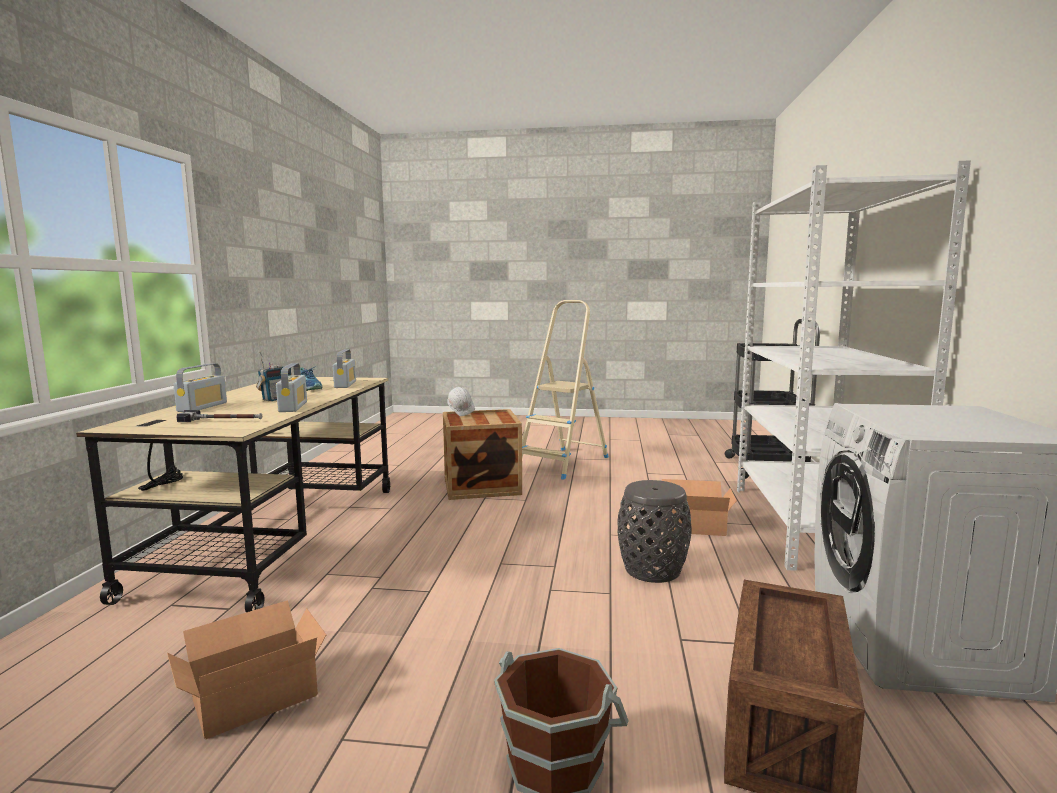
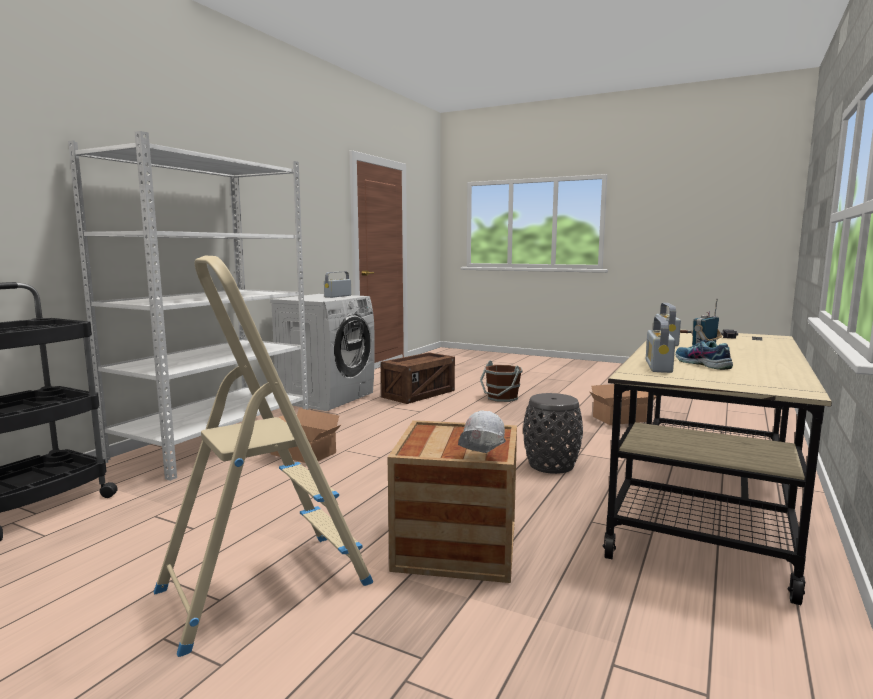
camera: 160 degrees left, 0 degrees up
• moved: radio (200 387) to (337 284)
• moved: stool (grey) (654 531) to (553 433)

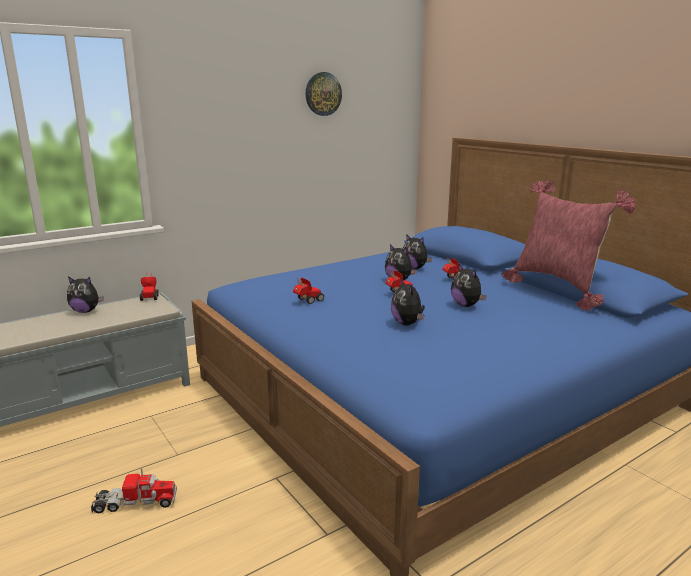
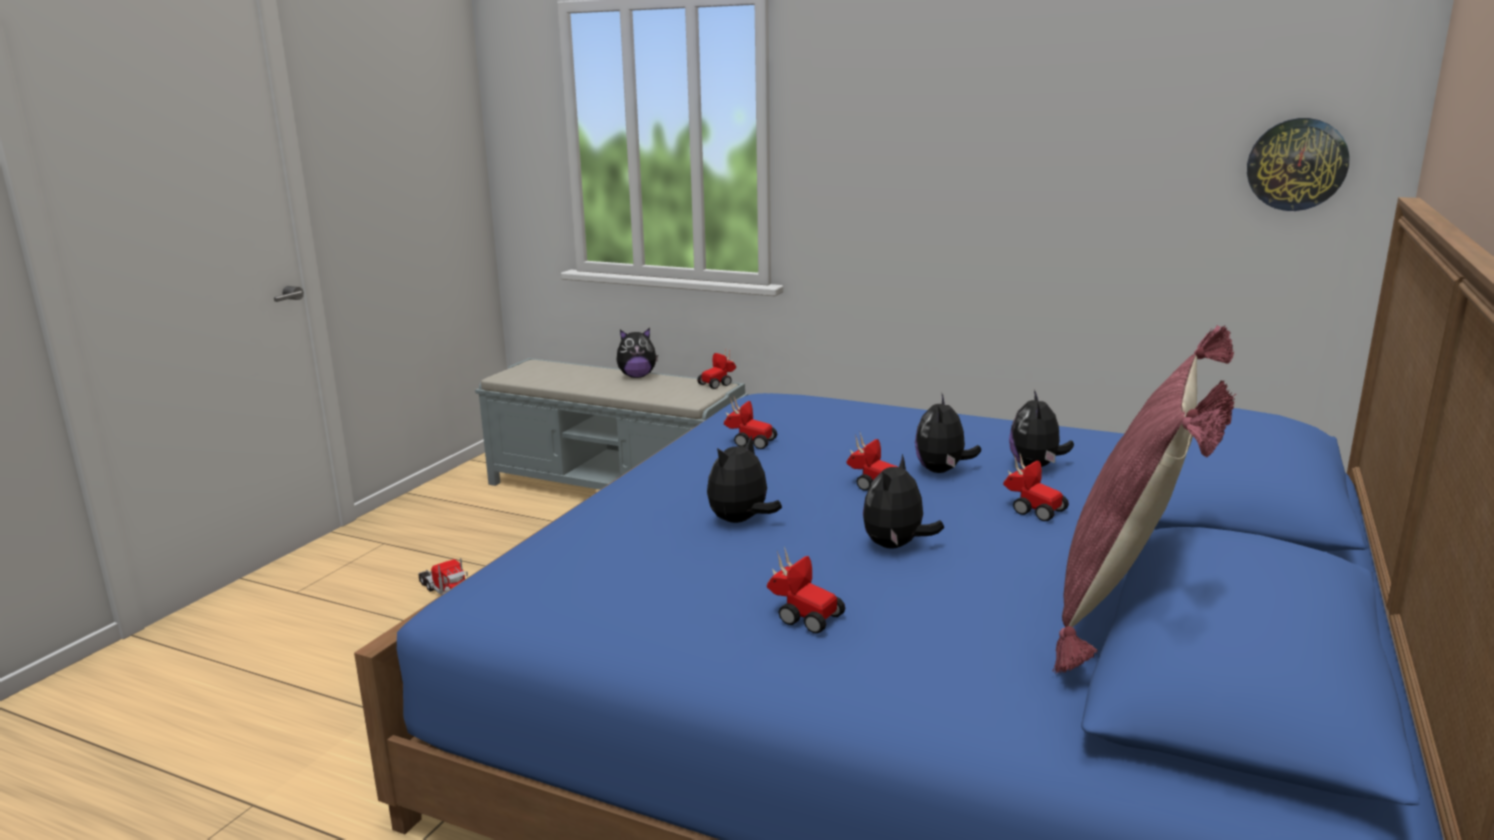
camera: 60 degrees right, 0 degrees up
• added: miniature car (806 590)
• moved: clock on the wall (324 94) to (1298 164)
• turned: soft toy (85 295) = (637 353) 75 degrees counterclockwise

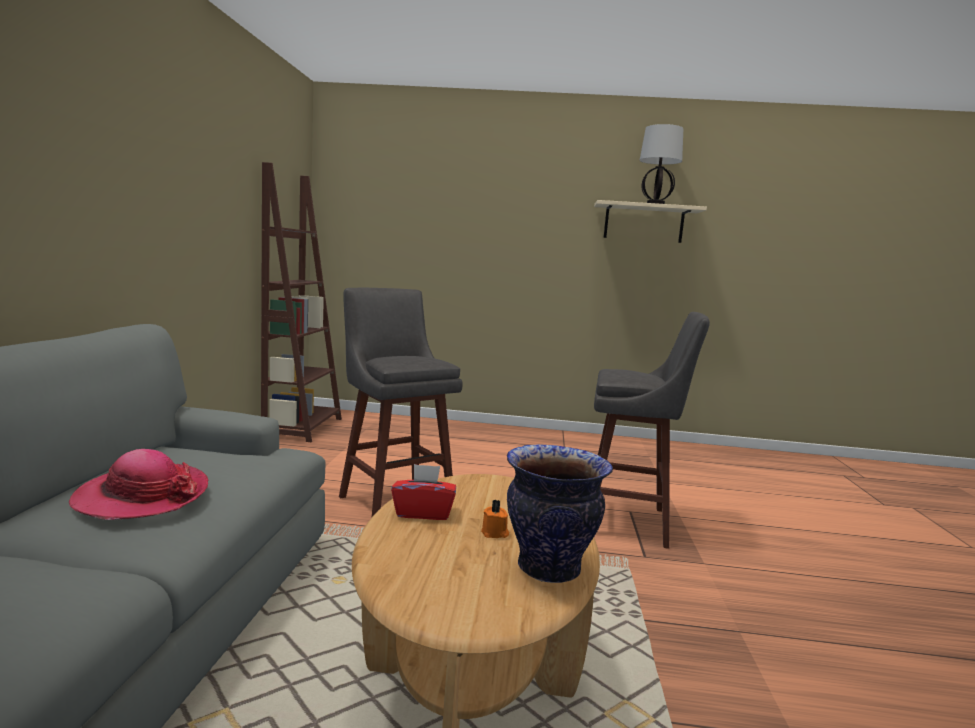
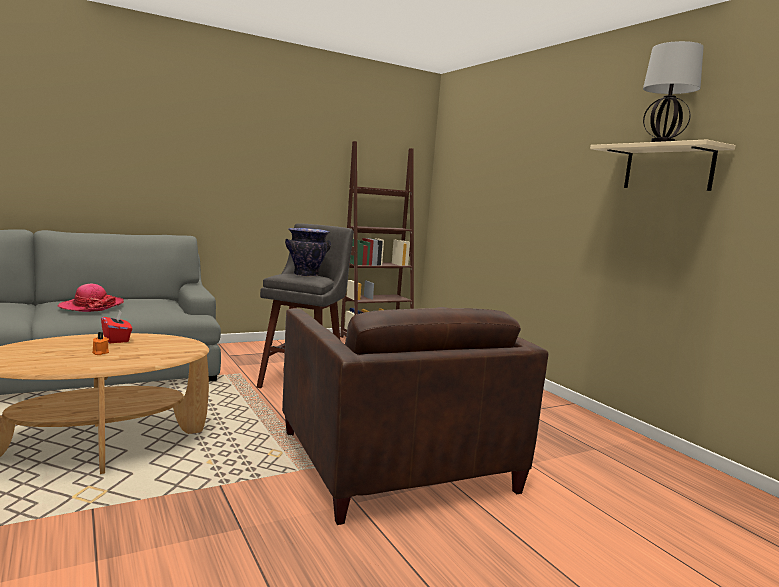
camera: 55 degrees right, 0 degrees up
• moved: vase (560 513) to (308 252)
• replaced: stool (grey) (652 430) to easy chair (brown) (415 416)

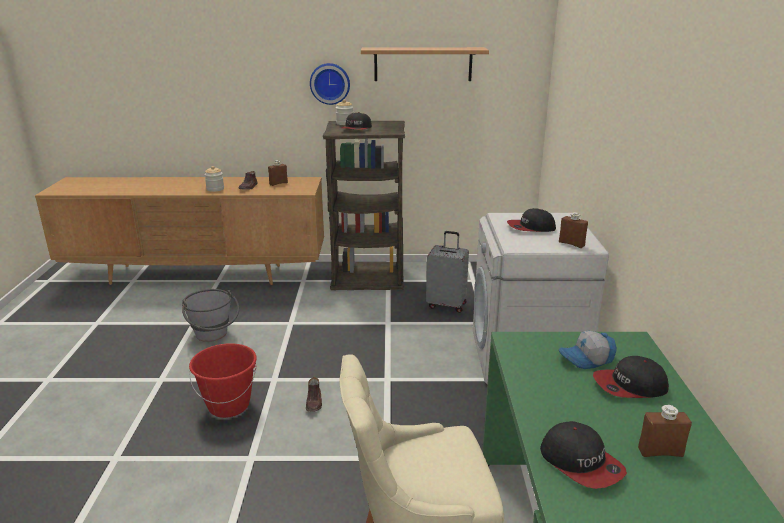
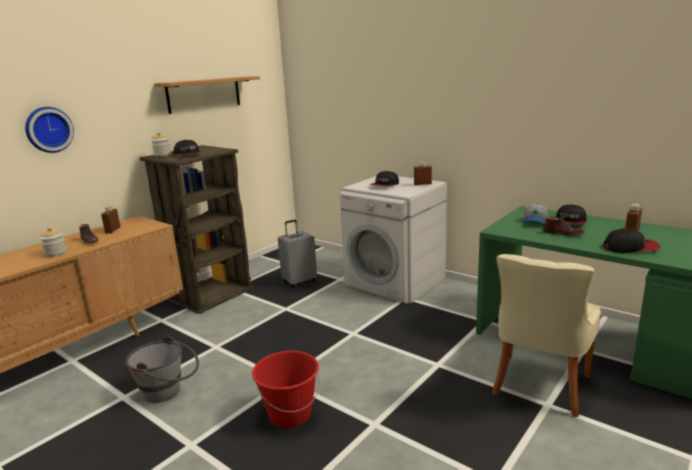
camera: 50 degrees left, 5 degrees down
• moved: low shoe (brown) (314 394) to (564 226)
• moved: clock on the wall (330 84) to (49 130)

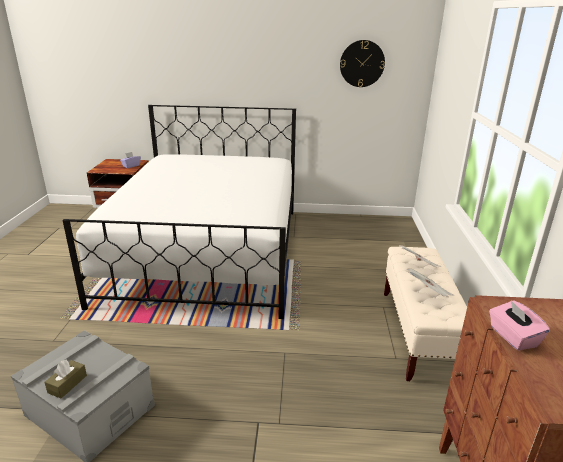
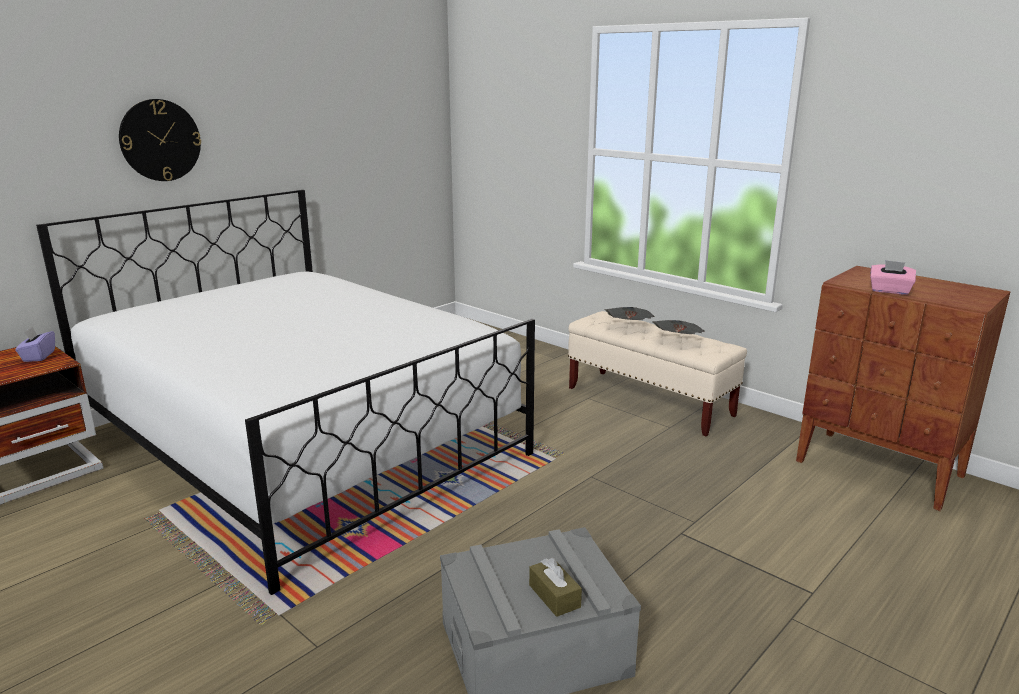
camera: 50 degrees left, 5 degrees down
• moved: clock on the wall (362 63) to (160 140)

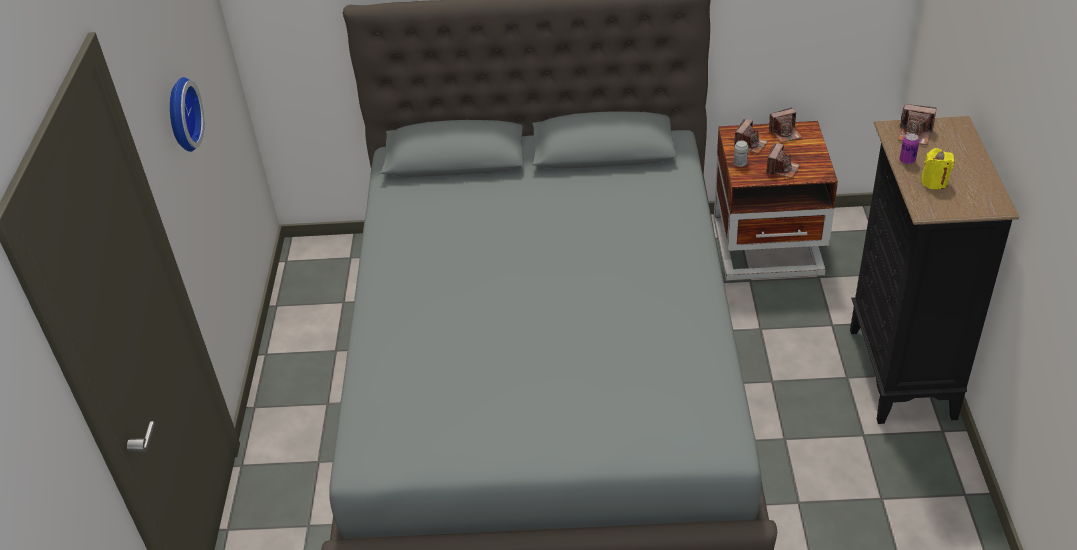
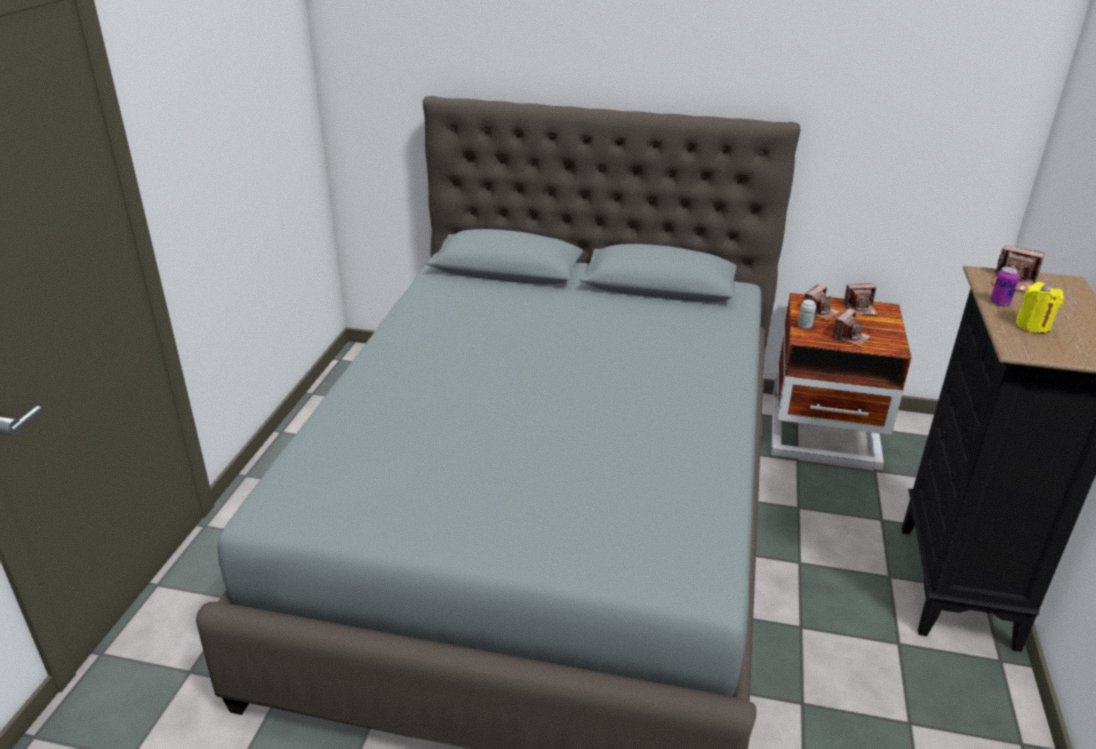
camera: 10 degrees right, 10 degrees down
• removed: clock on the wall (187 114)

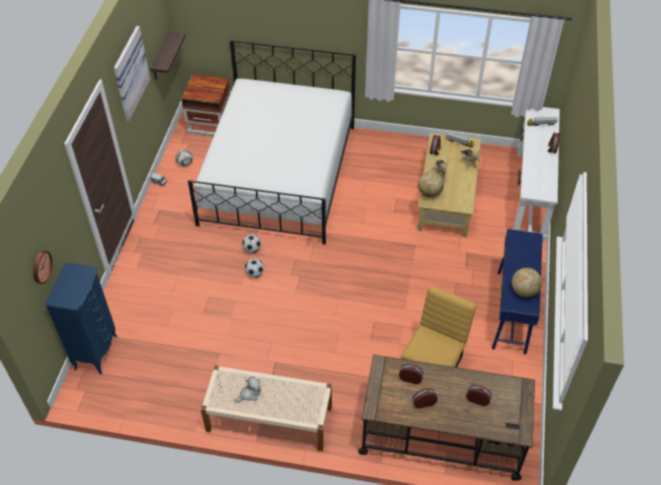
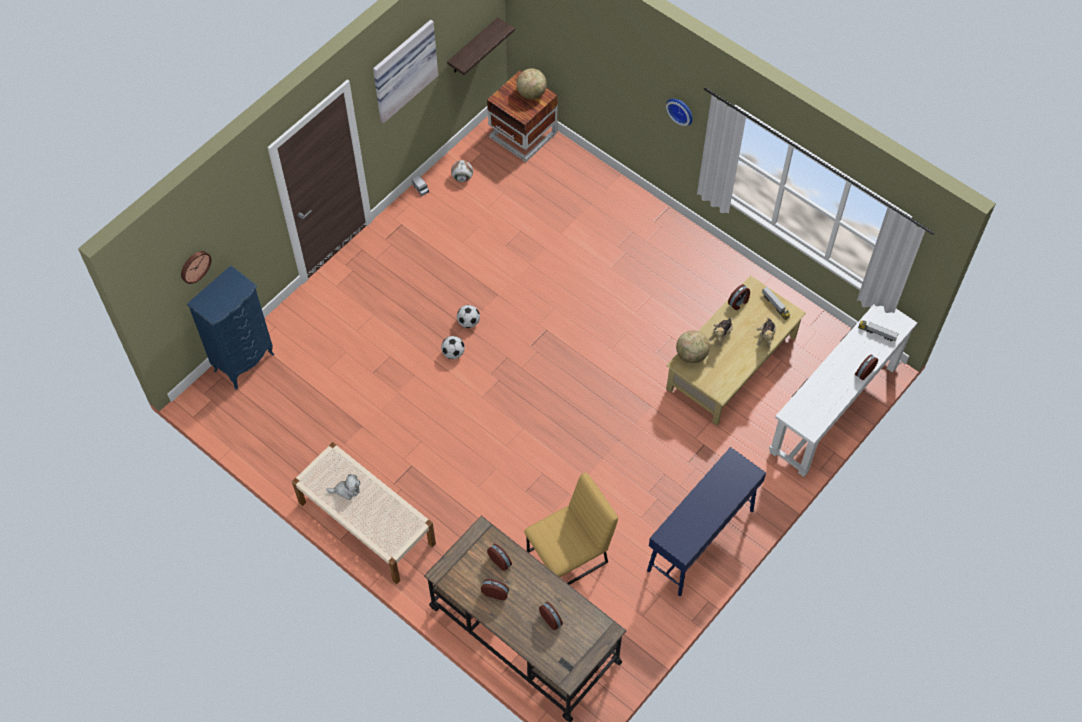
camera: 30 degrees right, 10 degrees up
• removed: bedroom bed (white-coloured) (272 142)
• added: clock on the wall (679 112)
• moved: globe (527 282) to (531 83)

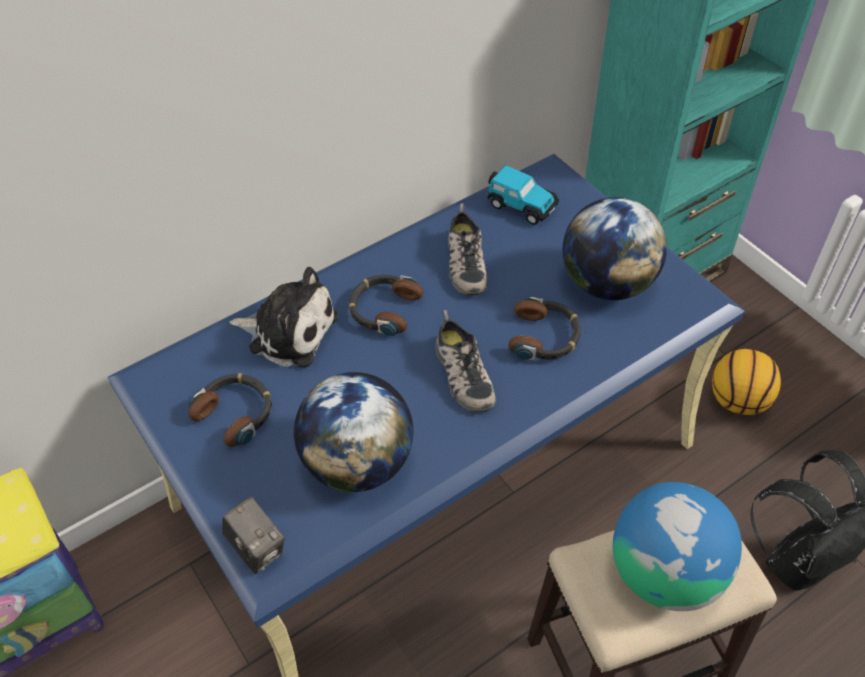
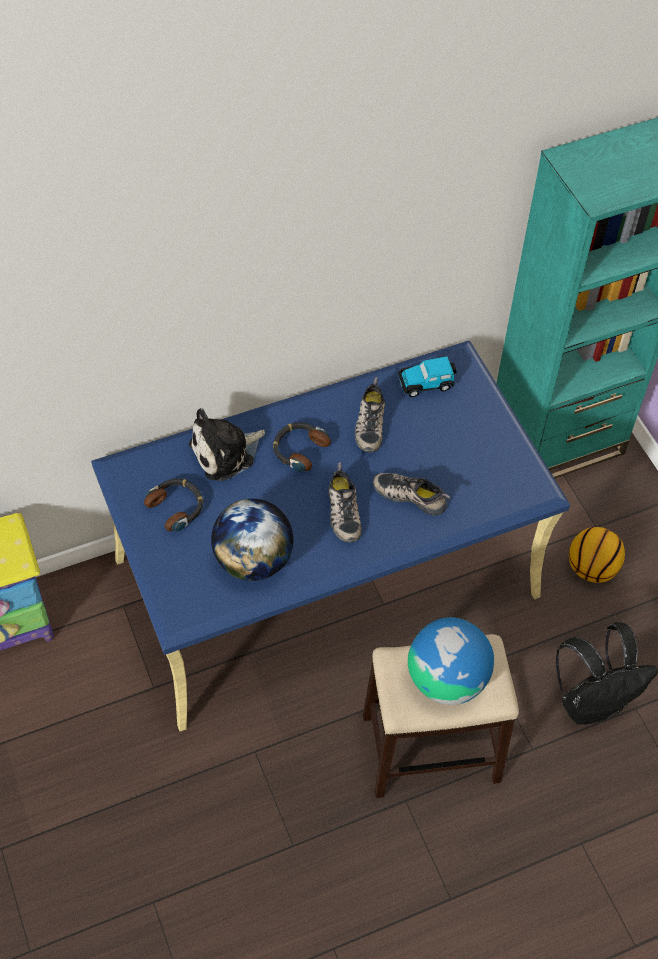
camera: 10 degrees right, 5 degrees up
• removed: still camera (253 535)
• removed: globe (614 248)
• replaced: headphones (544 329) to low shoe (411 494)
• turned: soft toy (283 317) = (227 444) 120 degrees clockwise
• turned: miniature car (523 195) = (427 376) 120 degrees clockwise

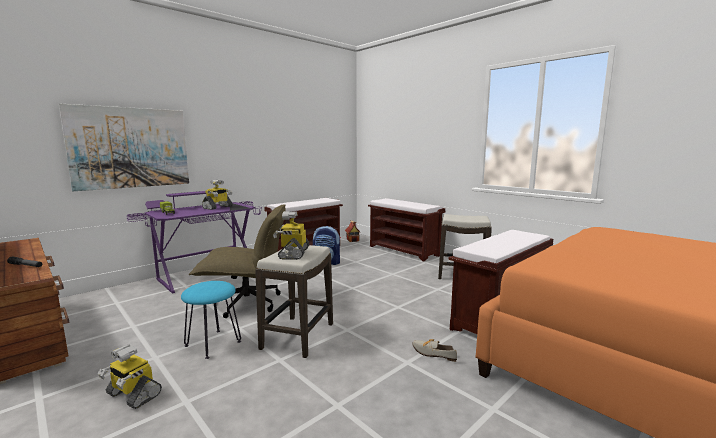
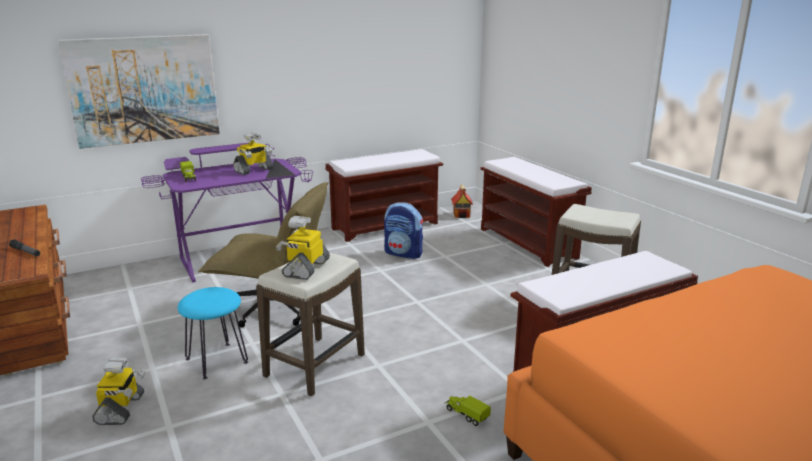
camera: 15 degrees right, 10 degrees up
• replaced: low shoe (434 350) to toy truck (468 411)
• turned: model robot (130 377) = (118 391) 135 degrees counterclockwise

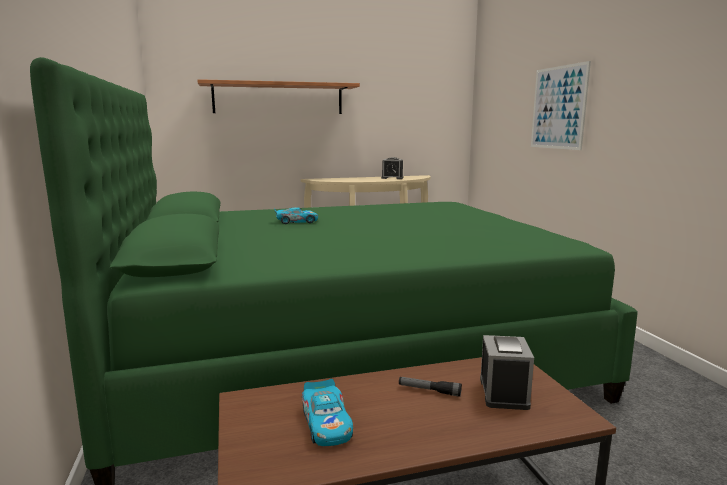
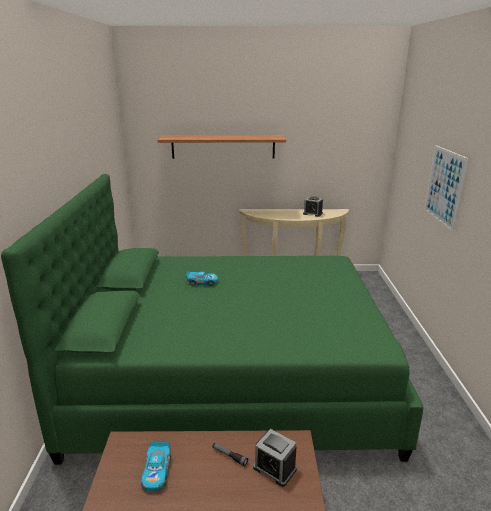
camera: 15 degrees right, 10 degrees up
• turned: alarm clock (507 372) = (275 458) 105 degrees clockwise

